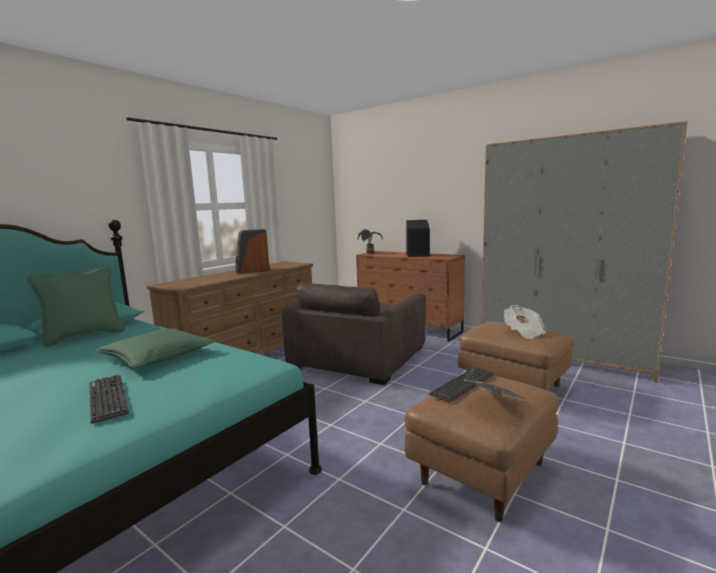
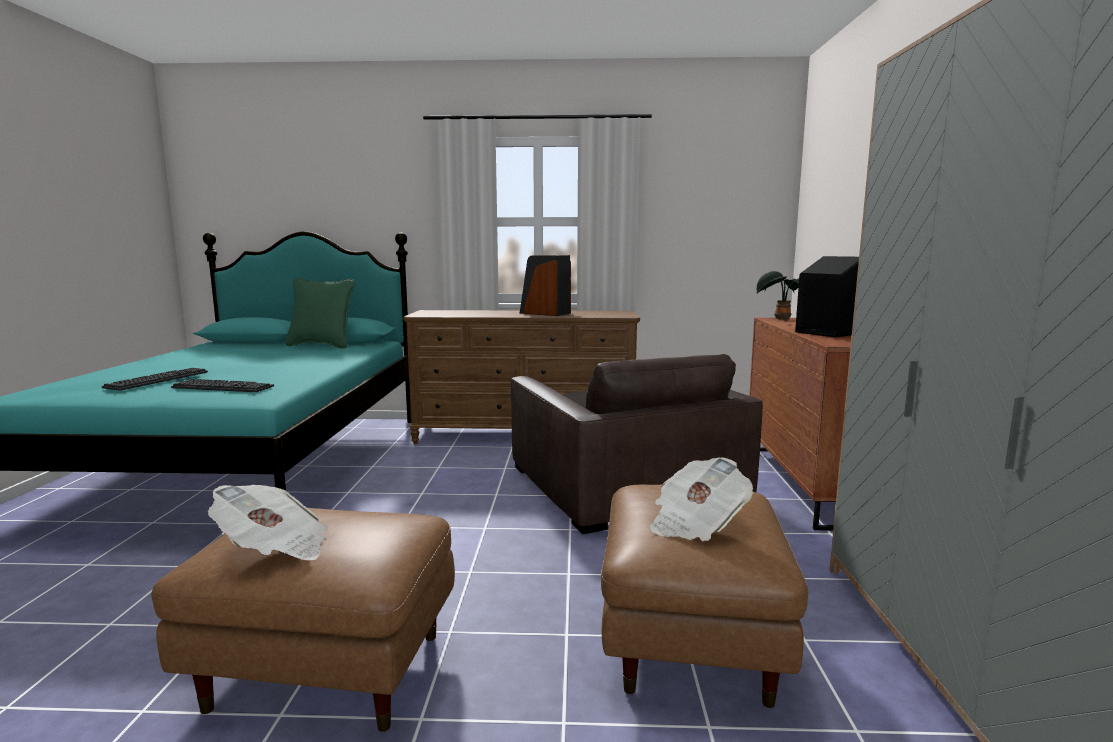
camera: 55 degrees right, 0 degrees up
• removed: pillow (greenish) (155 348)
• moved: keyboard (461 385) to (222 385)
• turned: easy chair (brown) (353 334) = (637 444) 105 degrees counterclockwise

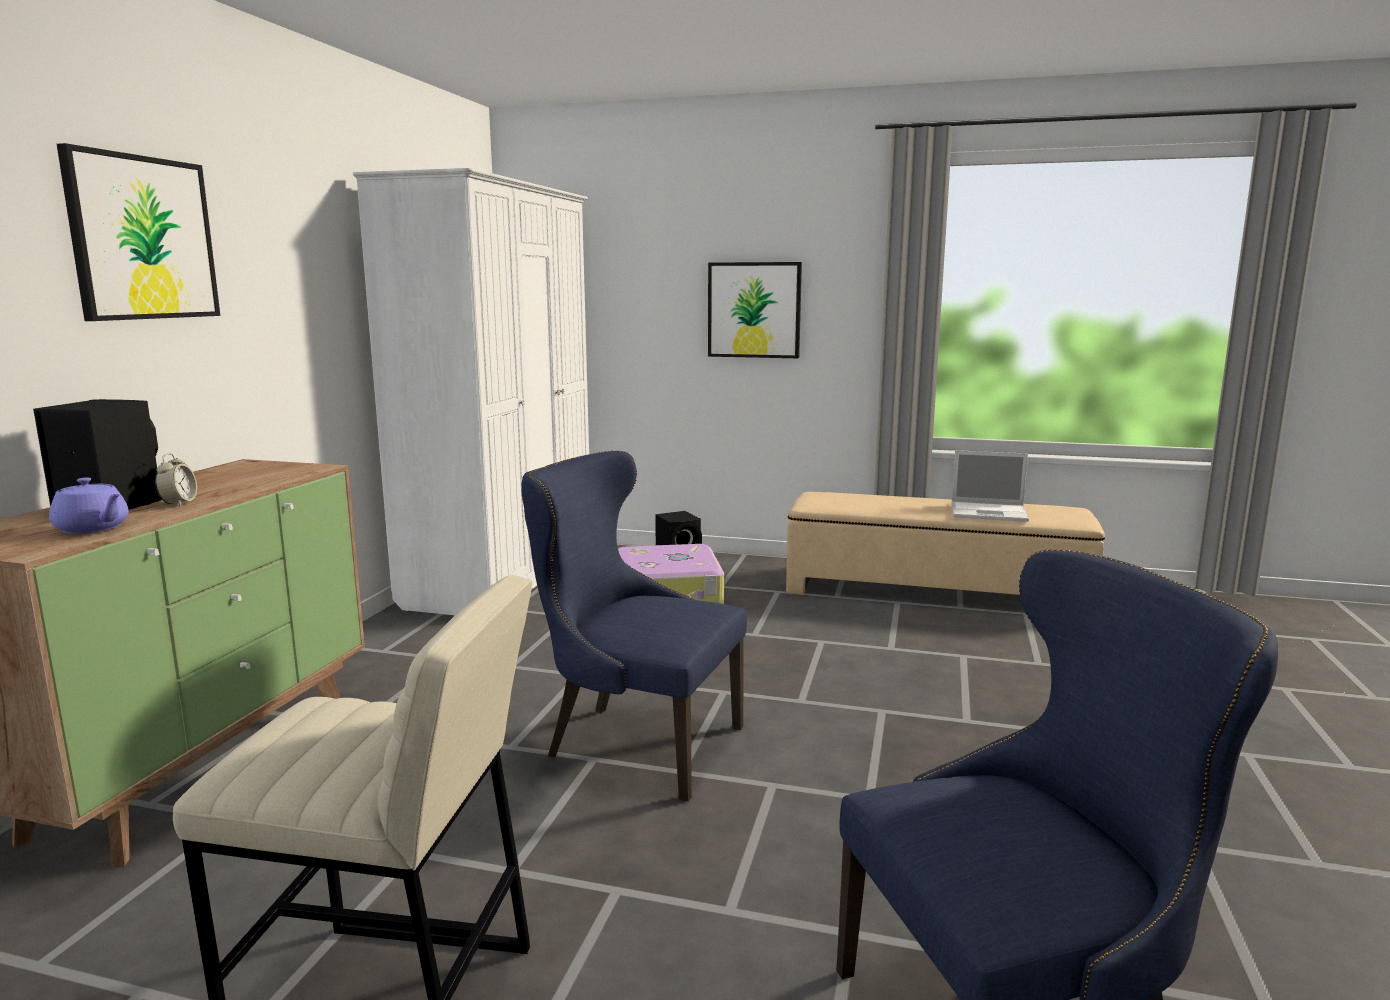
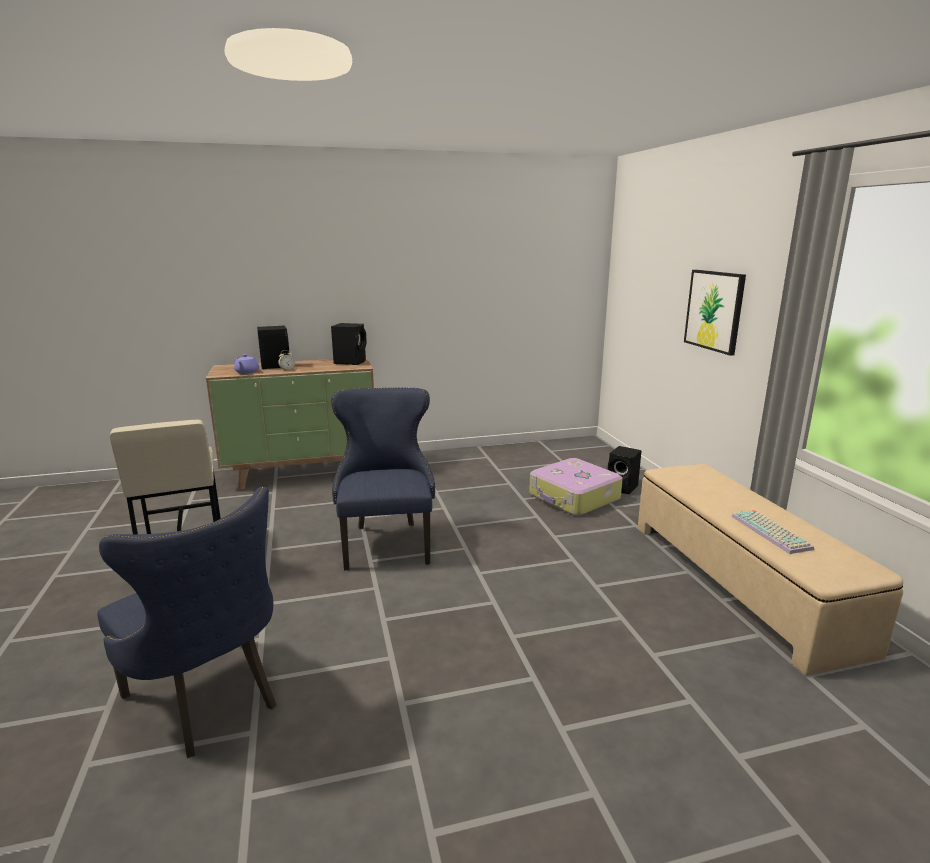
camera: 60 degrees right, 5 degrees up
• removed: wall picture (138 232)
• removed: armoire (white-coloured) (471 391)
• added: loudspeaker (black) (349 344)
• replaced: notebook computer (990 486) to keyboard (772 532)

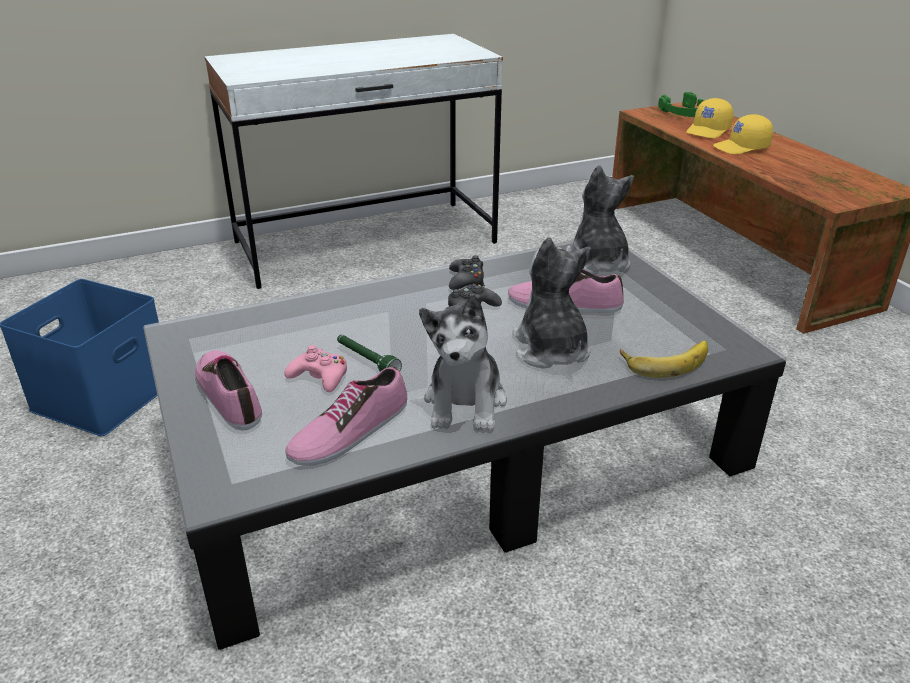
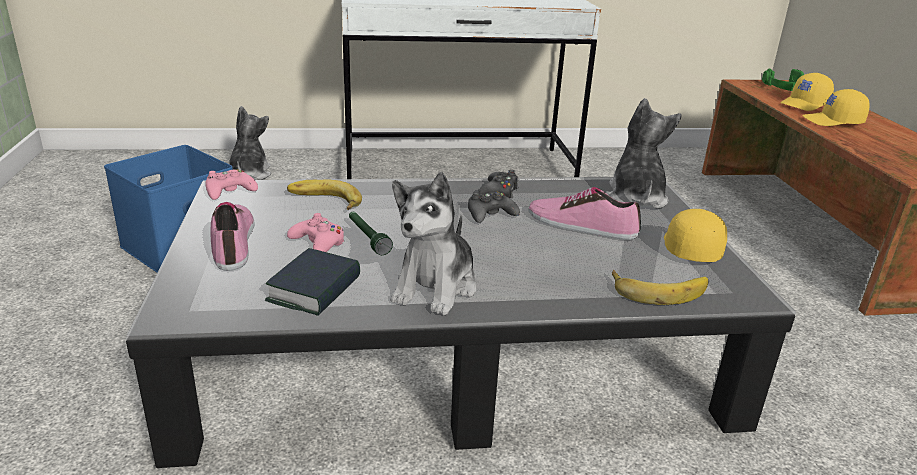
camera: 15 degrees right, 5 degrees down
• added: gamepad (pinkish) (231 184)
• added: banana fruit (324 194)
• added: cap (yellow-coloured) (695 235)
• moved: soft toy (551 303) to (250 143)
• replaced: low shoe (346 416) to bound book (312 282)

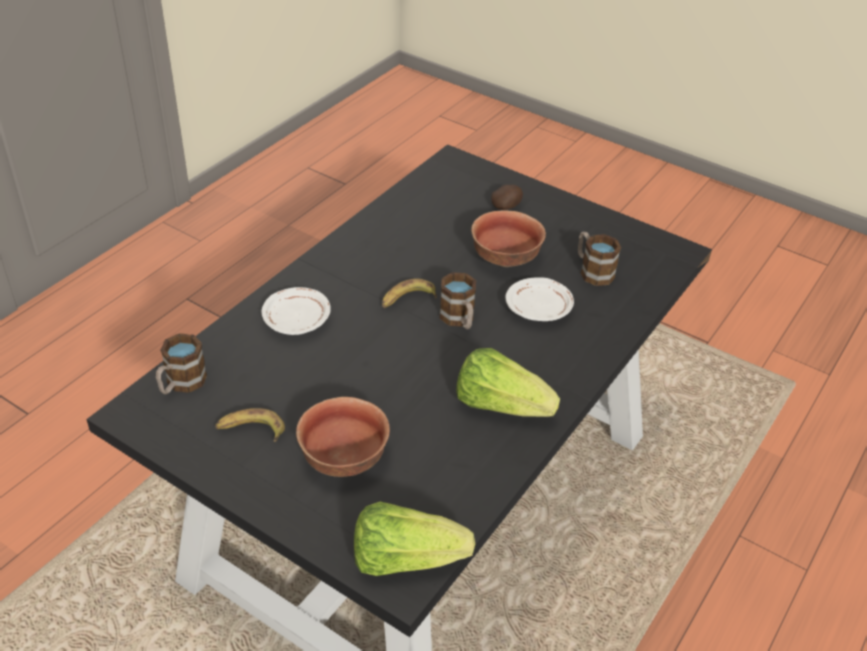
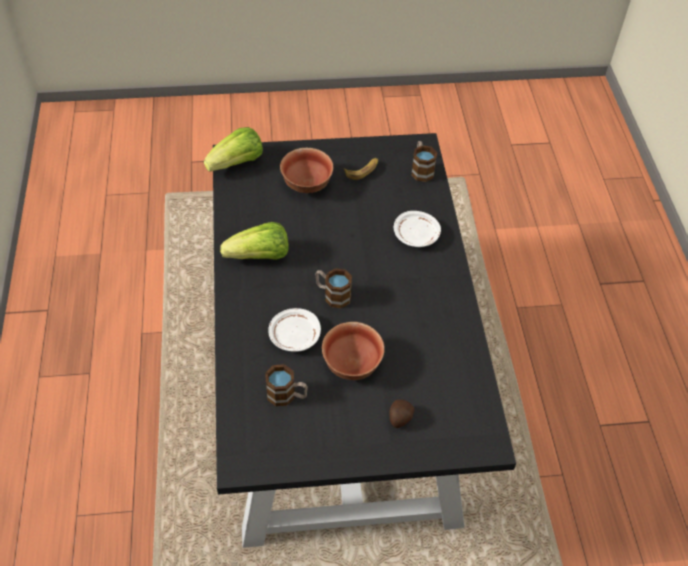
camera: 140 degrees right, 10 degrees up
• removed: banana fruit (409 293)

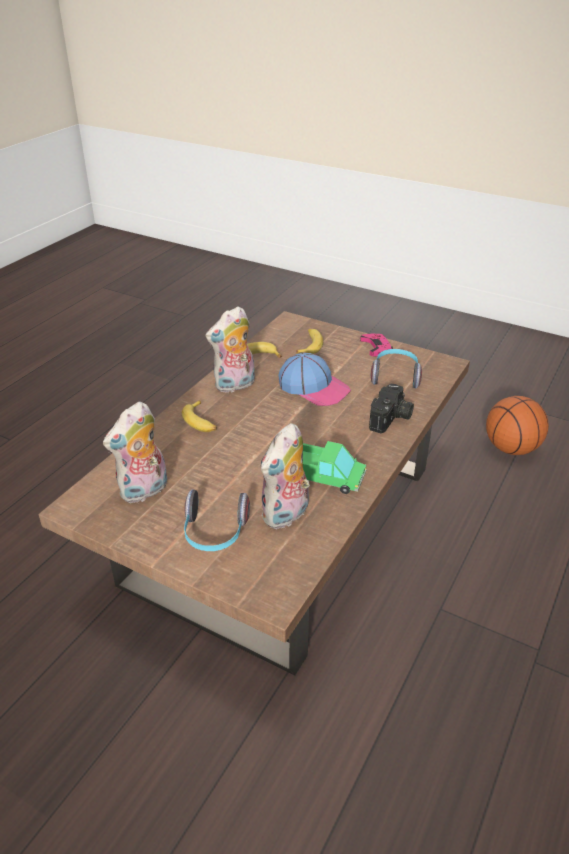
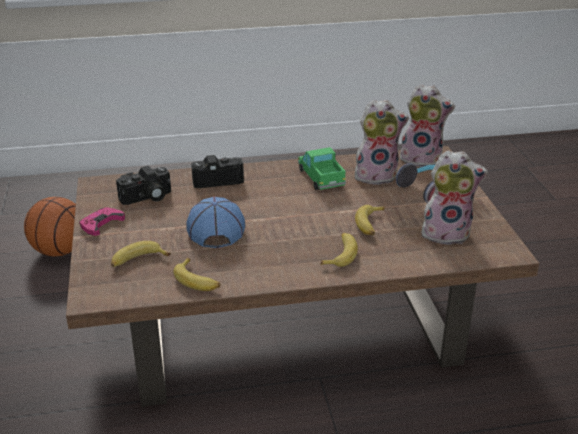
camera: 130 degrees left, 5 degrees down
• added: banana fruit (369 220)
• moved: soft toy (230 350) to (427 125)
• replaced: headphones (396 369) to still camera (143 185)

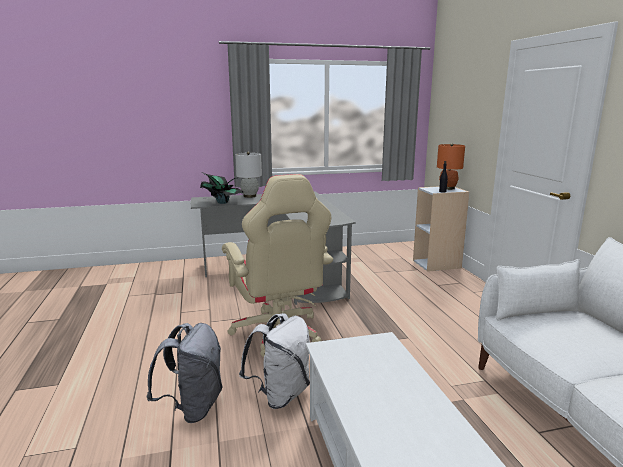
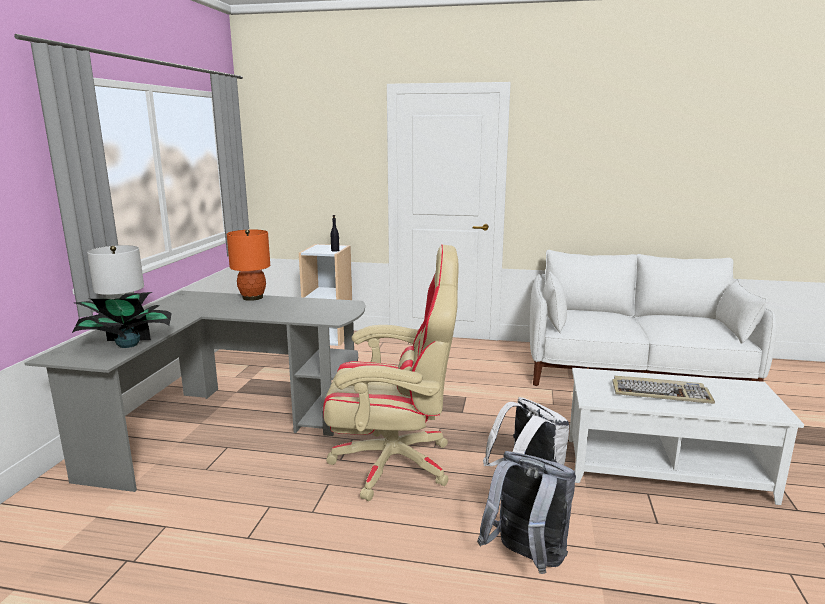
camera: 65 degrees left, 0 degrees up
• added: keyboard (663 390)
• moved: table lamp (orange) (451 166) to (248 265)

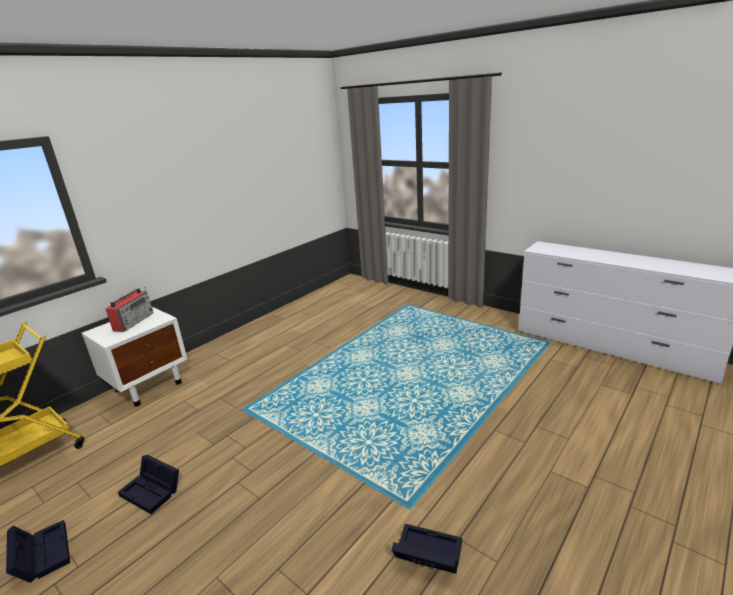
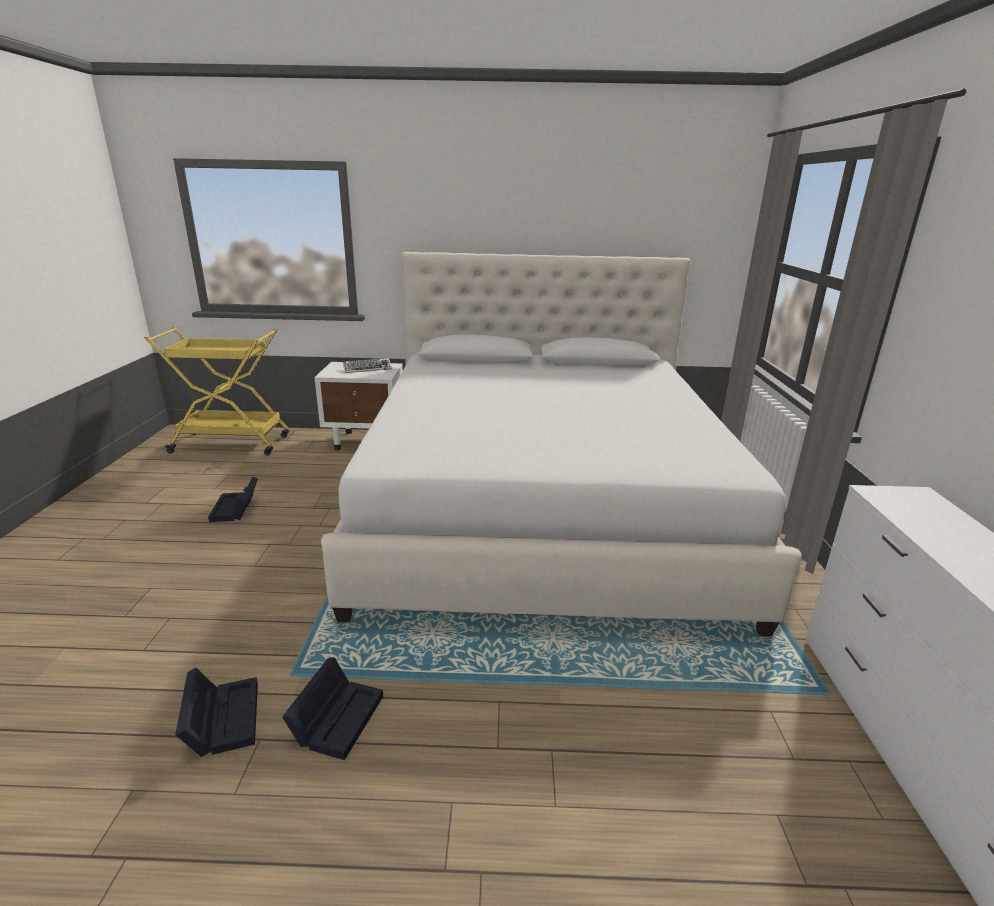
camera: 50 degrees right, 0 degrees up
• added: bedroom bed (white-coloured) (561 444)
• moved: storage bin (black) (38 551) to (332 708)
• replaced: radio (129 309) to keyboard (367 365)

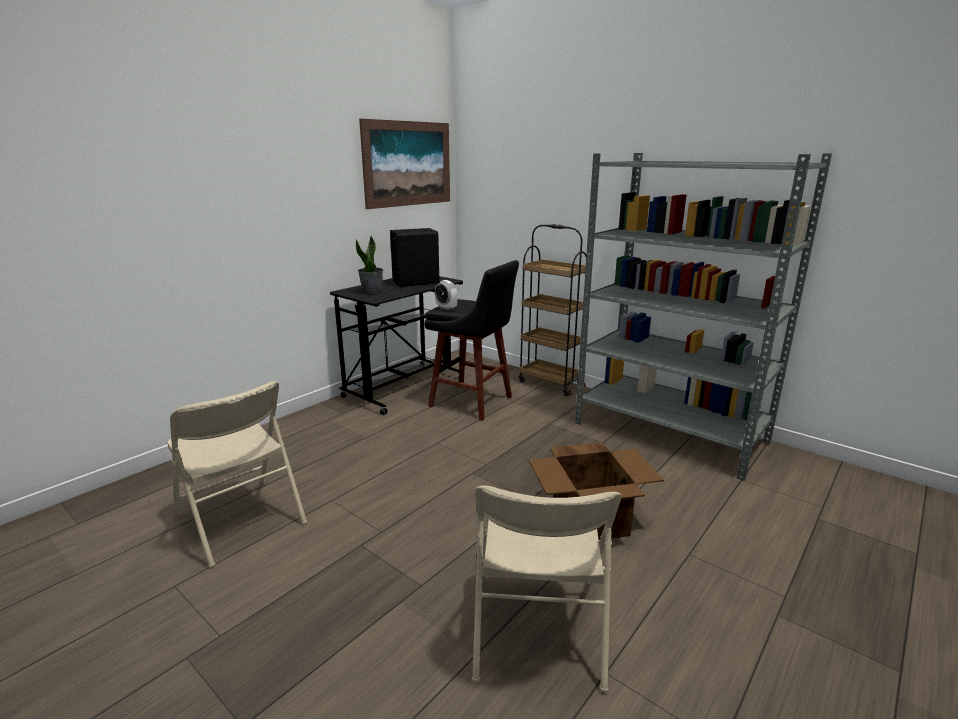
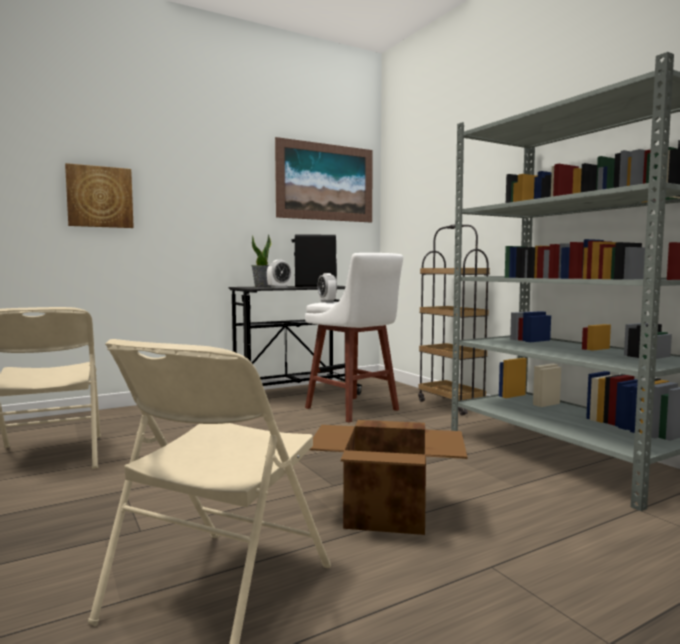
camera: 20 degrees right, 15 degrees down
• added: wall picture (99 195)
• added: alarm clock (279 274)
• recoloured: stool (black) (472 340) to stool (white-coloured) (354 338)

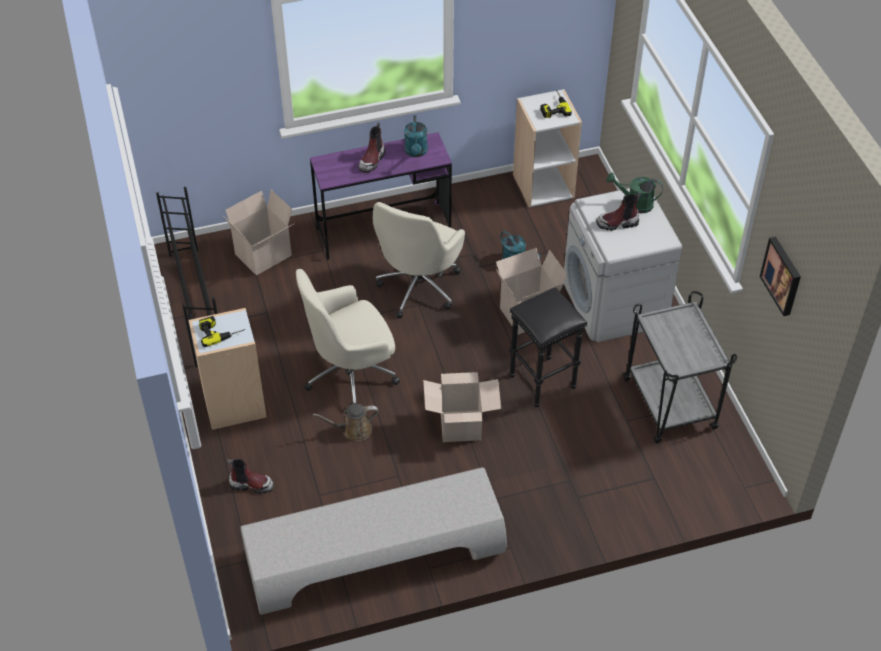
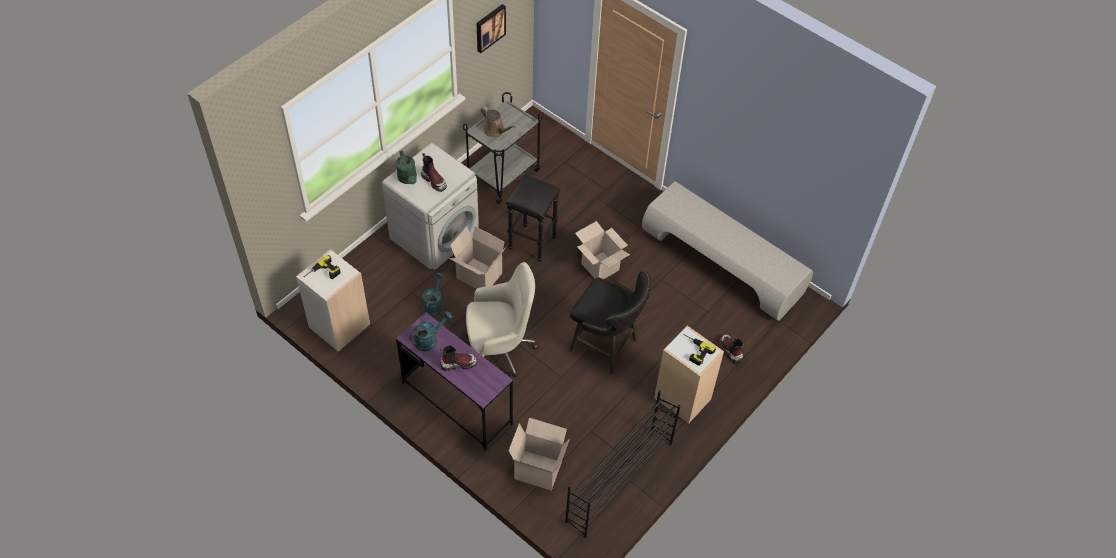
camera: 125 degrees left, 5 degrees up
• moved: sprinkling can (brown) (346 422) to (498 122)
• replaced: office chair (sand-coloured) (348 337) to stool (black) (610 323)

